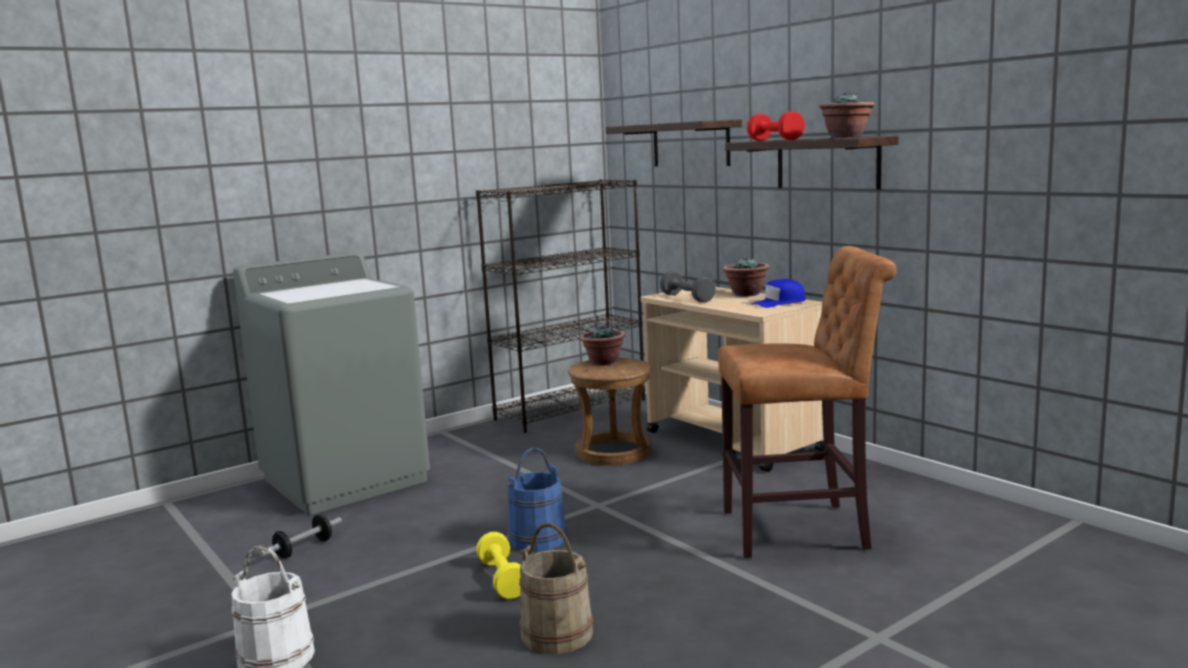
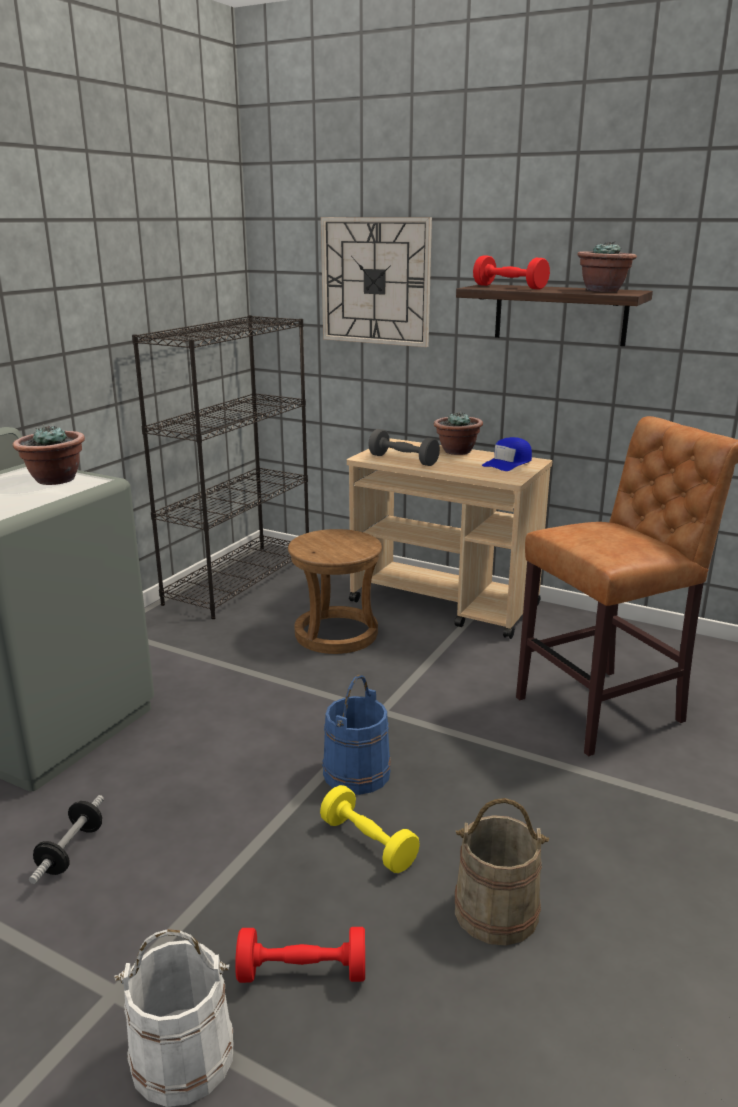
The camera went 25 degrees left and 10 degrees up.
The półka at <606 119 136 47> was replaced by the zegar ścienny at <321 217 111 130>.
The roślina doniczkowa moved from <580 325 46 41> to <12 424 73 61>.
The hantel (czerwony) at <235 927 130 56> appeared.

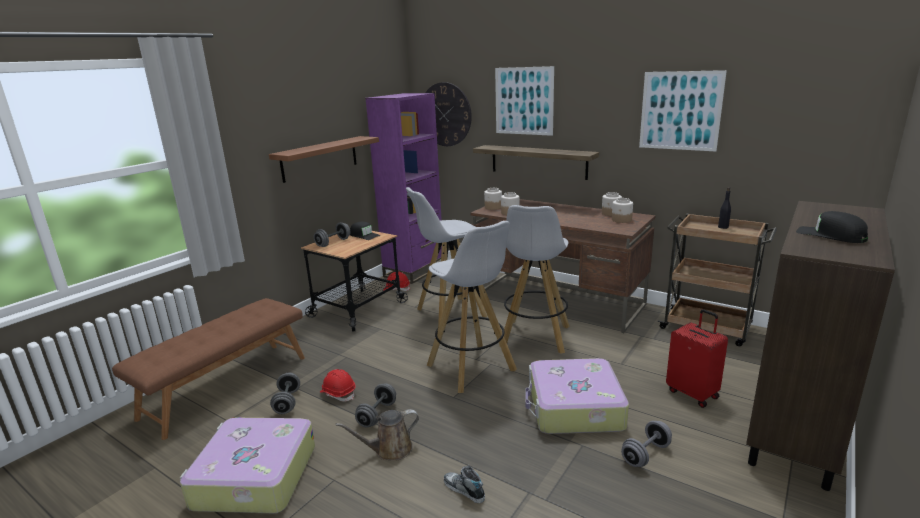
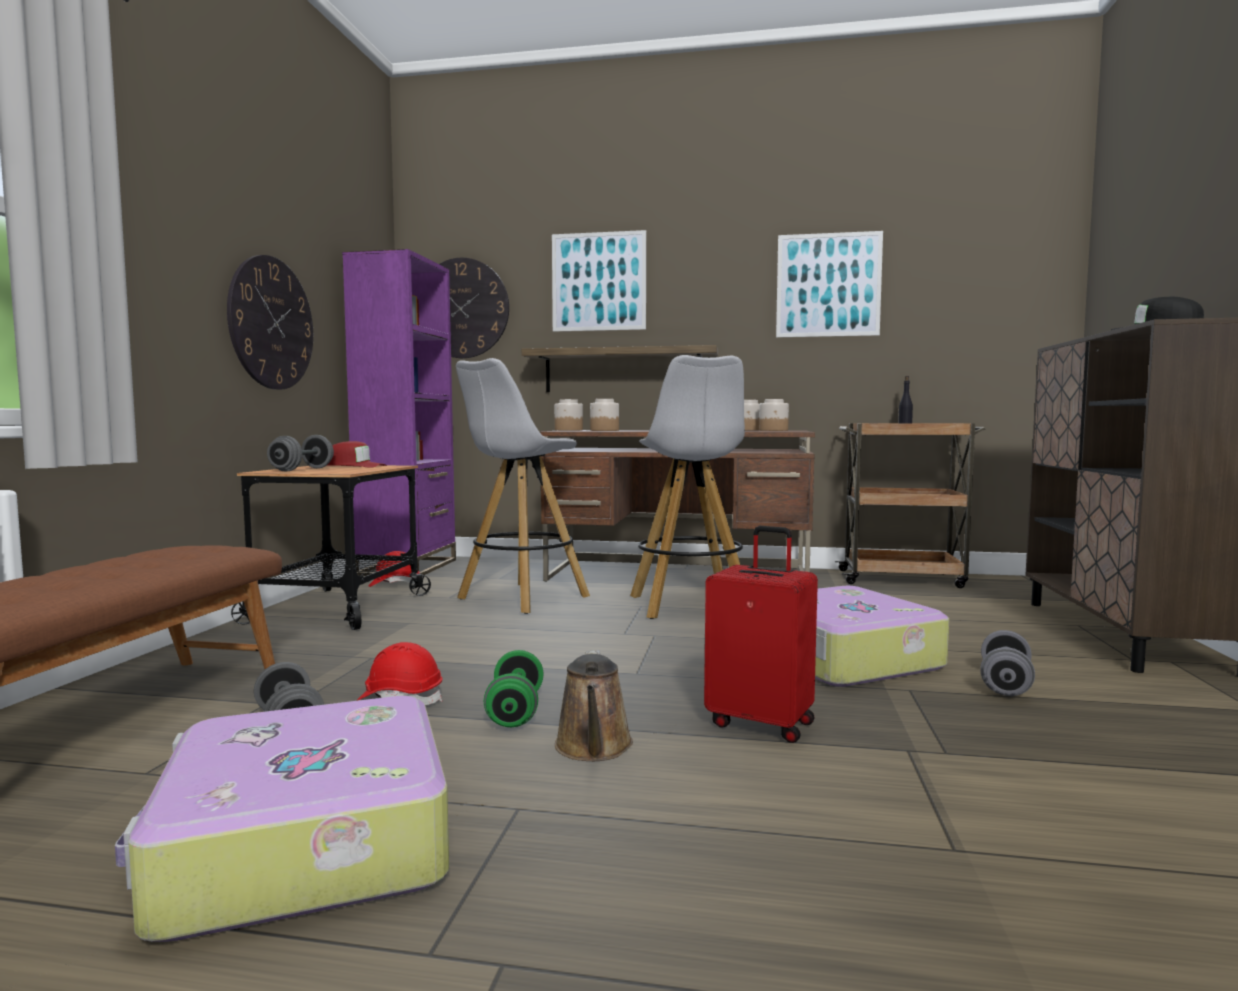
The camera went 25 degrees left and 15 degrees down.
The półka at <269 136 110 47> was replaced by the zegar ścienny at <227 255 86 135>.
The stołek (biały) at <427 221 90 172> disappeared.
The czapka z daszkiem (czarny) at <350 222 30 18> became the czapka z daszkiem (czerwony) at <327 441 60 27>.
The walizka (czerwony) moved from <666 309 62 99> to <704 526 114 217>.
The hantel (szary) at <355 383 41 44> became the hantel (zielony) at <484 650 60 77>.
The konewka (brązowy) at <336 409 83 51> turned 45 degrees counterclockwise.
The but at <444 466 41 37> disappeared.

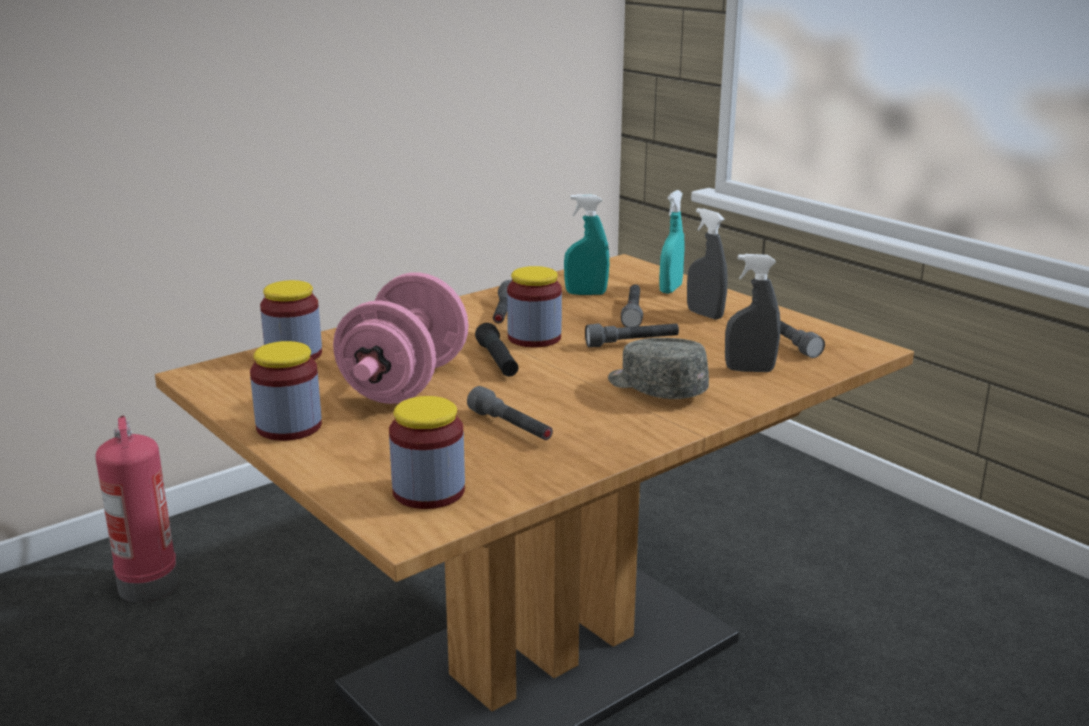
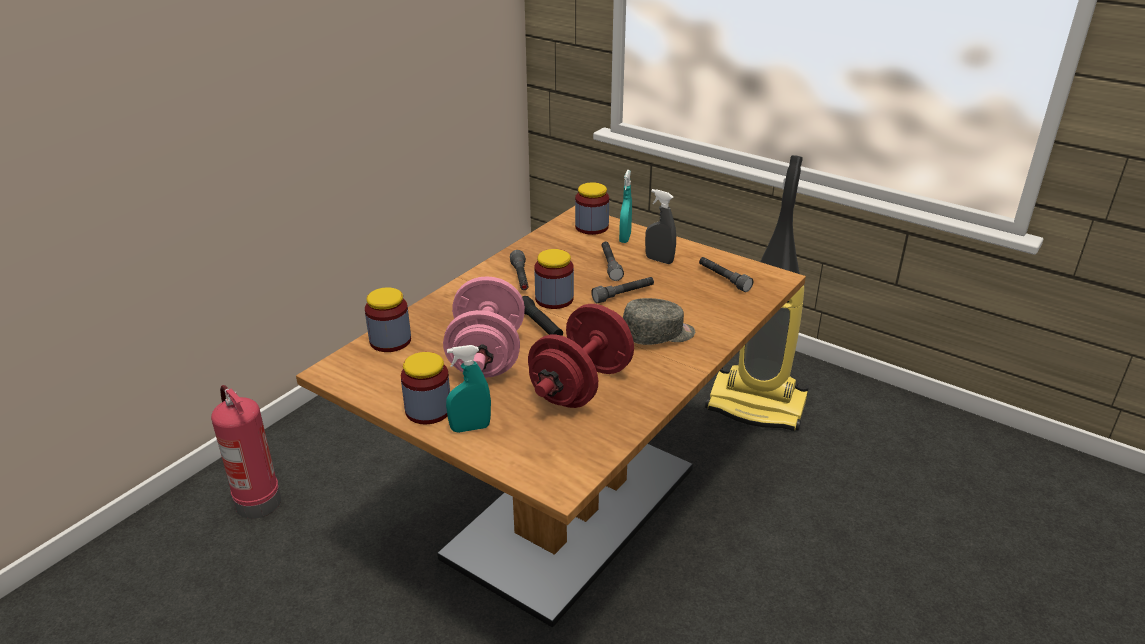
The camera went 15 degrees left and 10 degrees up.
The spryskiwacz (turkusowy) moved from <564 194 45 101> to <446 345 45 88>.
The spryskiwacz (szary) at <725 254 55 118> disappeared.
The czapka z daszkiem (szary) at <608 338 101 61> turned 135 degrees clockwise.
The latarka (szary) at <467 386 86 54> was replaced by the hantel (czerwony) at <528 304 106 104>.
The słoik moved from <389 396 76 113> to <575 182 34 53>.
The odkurzacz at <705 155 104 276> appeared.

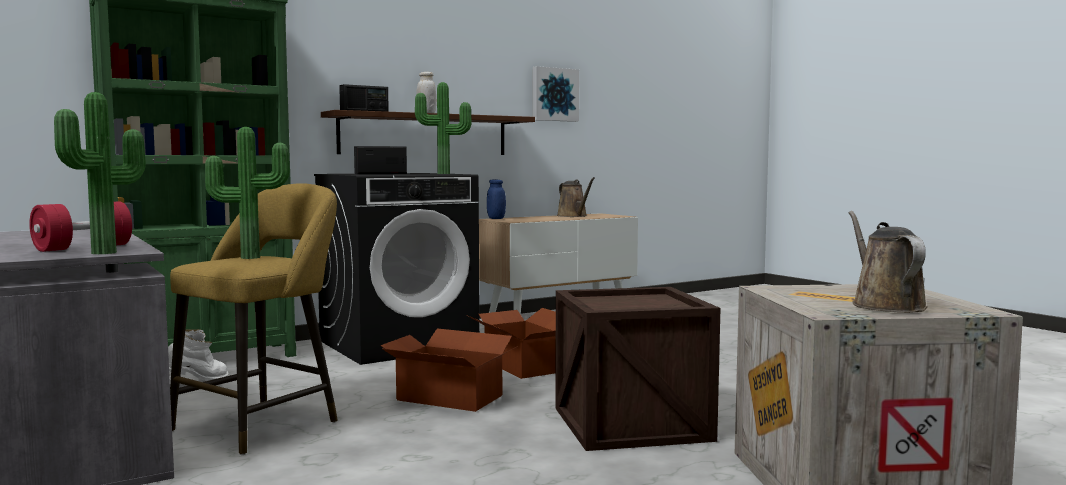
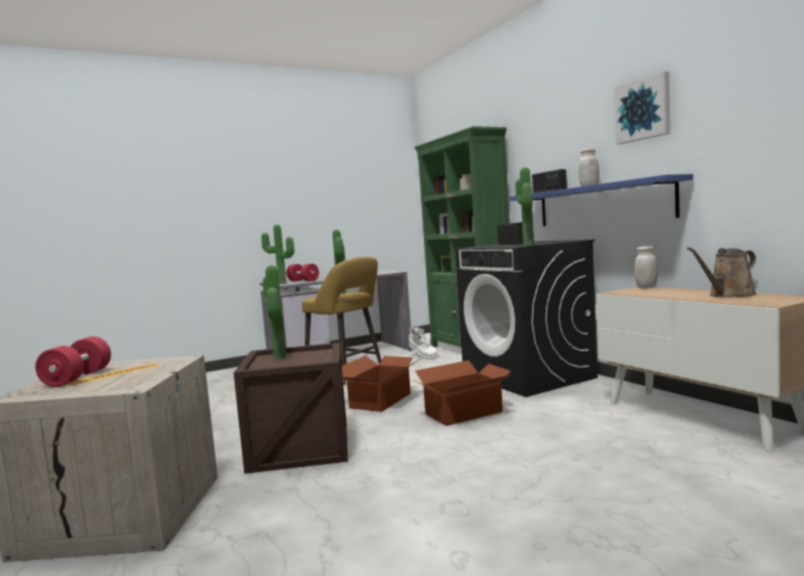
The camera went 95 degrees right and 0 degrees up.
The obraz moved from <533 66 46 56> to <614 71 56 73>.
The półka (brązowy) at <321 110 214 45> became the półka (niebieski) at <510 174 183 52>.
The słoik (niebieski) at <487 179 19 40> became the słoik (biały) at <635 246 23 42>.
The konewka (brązowy) at <849 211 79 102> was replaced by the hantel (czerwony) at <35 336 76 51>.
The roślina doniczkowa at <263 265 24 94> appeared.

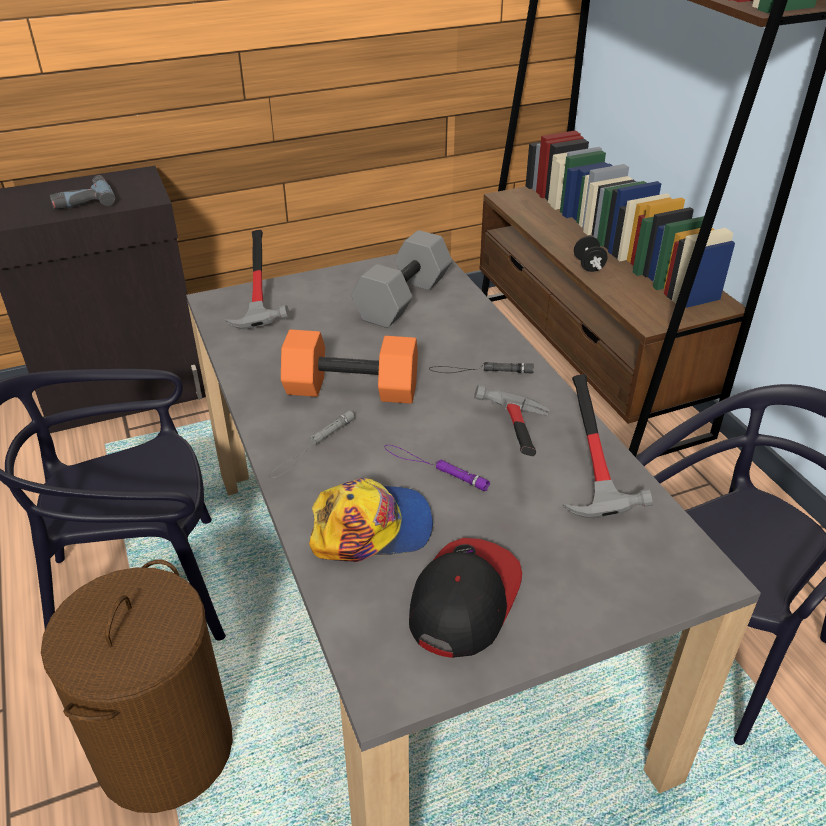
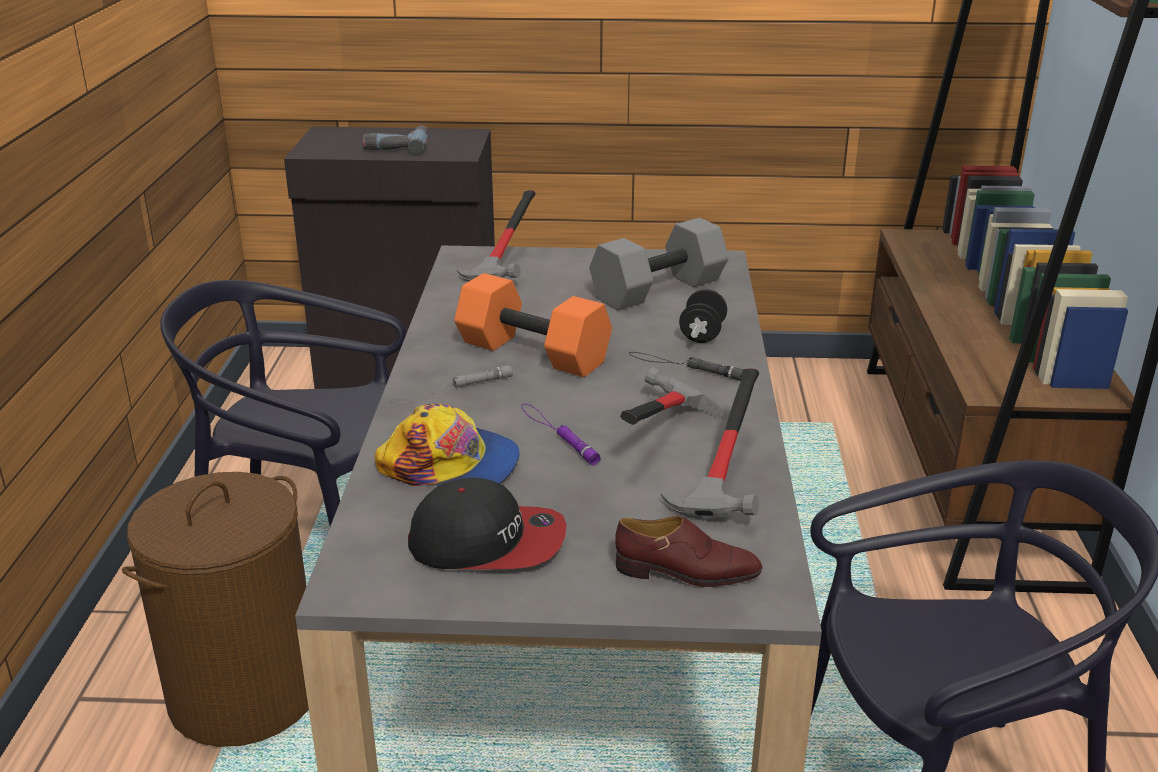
The camera went 25 degrees right and 10 degrees down.
The hantel (czarny) moved from <574 236 34 36> to <679 289 48 54>.
The czapka z daszkiem at <409 538 113 120> turned 45 degrees clockwise.
The but (brązowy) at <615 516 147 71> appeared.

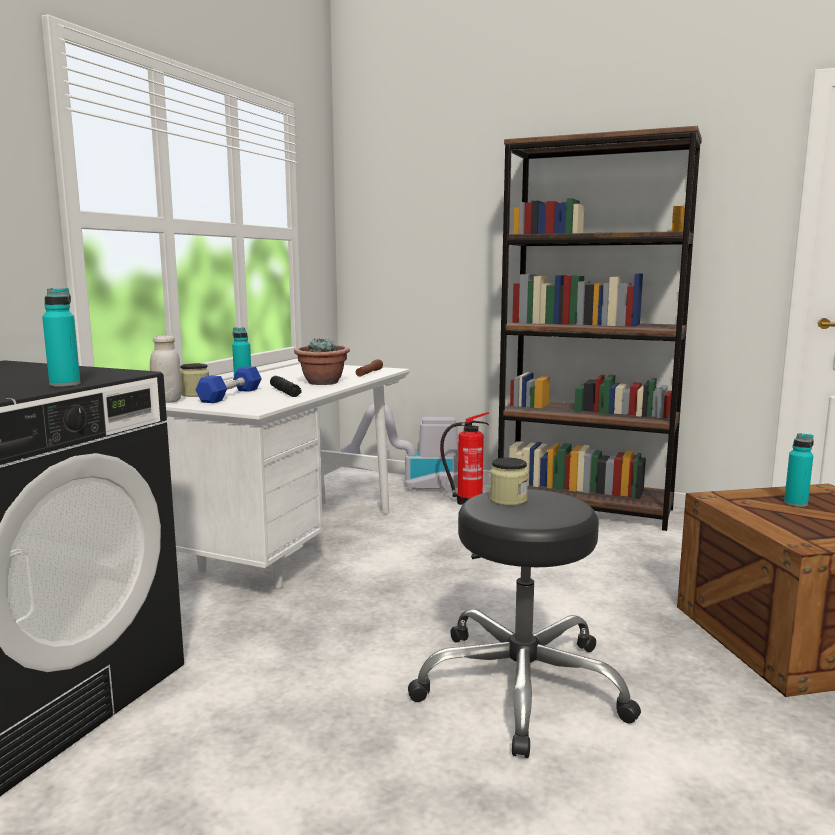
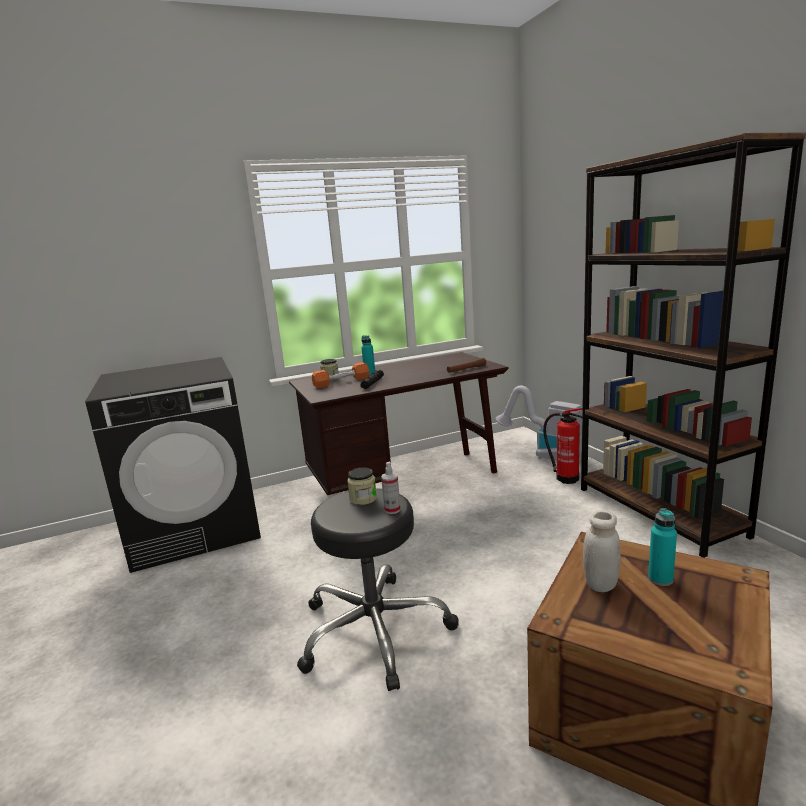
The camera went 45 degrees right and 5 degrees up.
The butelka (turkusowy) at <42 288 39 99> disappeared.
The słoik (biały) moved from <150 335 32 68> to <583 510 38 82>.
The roślina doniczkowa at <294 338 56 47> disappeared.
The biurko (biały) at <162 364 248 225> became the biurko (brązowy) at <289 352 220 143>.
The hantel (niebieski) at <196 366 66 37> became the hantel (pomarańczowy) at <312 362 57 26>.
The spryskiwacz at <381 462 20 52> appeared.

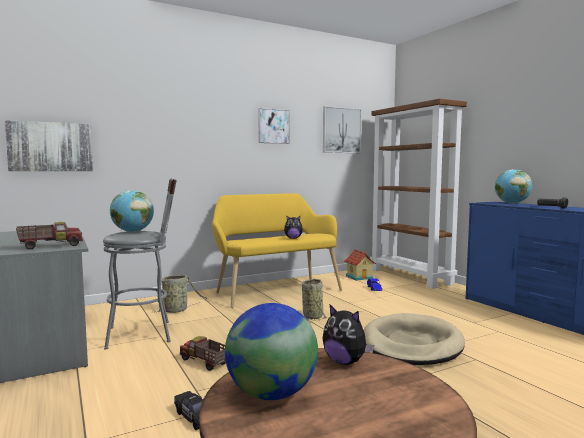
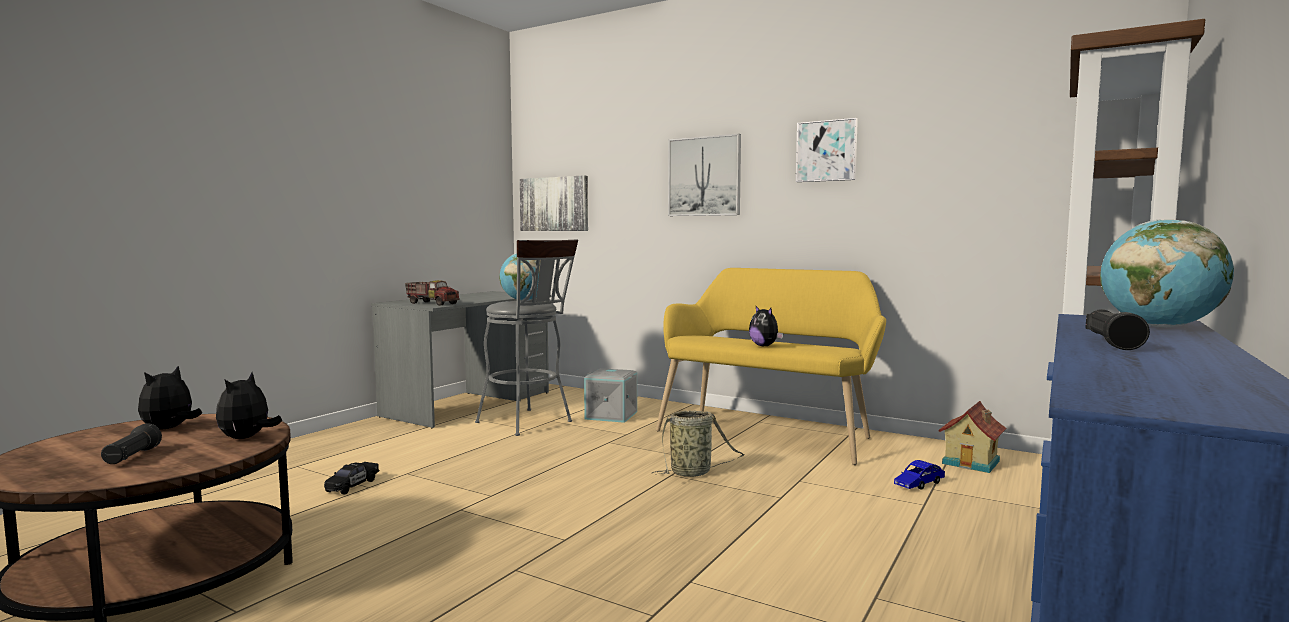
The camera went 60 degrees right and 0 degrees up.
The obraz moved from <323 106 39 47> to <668 134 73 82>.
The koszyk at <151 275 56 38> was replaced by the pojemnik do przechowywania (szary) at <584 368 53 55>.
The globus at <225 303 93 97> was replaced by the pluszak at <138 366 64 64>.
The legowisko (beżowy) at <364 313 101 52> disappeared.
The ciężarówka zabawkowa at <180 336 46 35> disappeared.
The latarka (czarny) at <101 423 61 41> appeared.

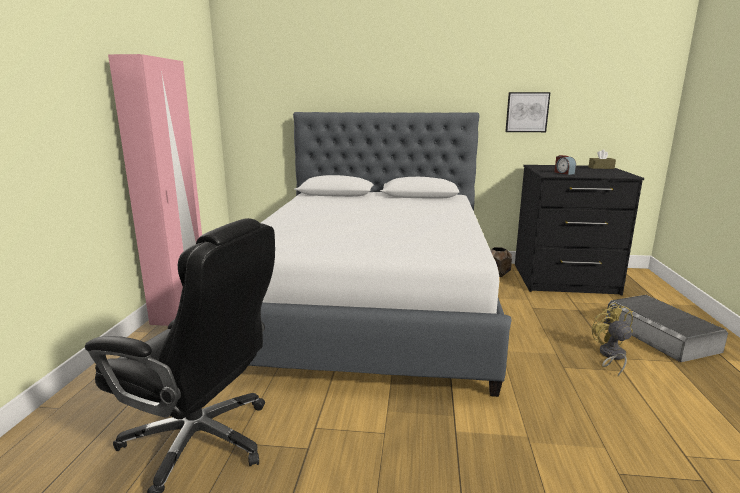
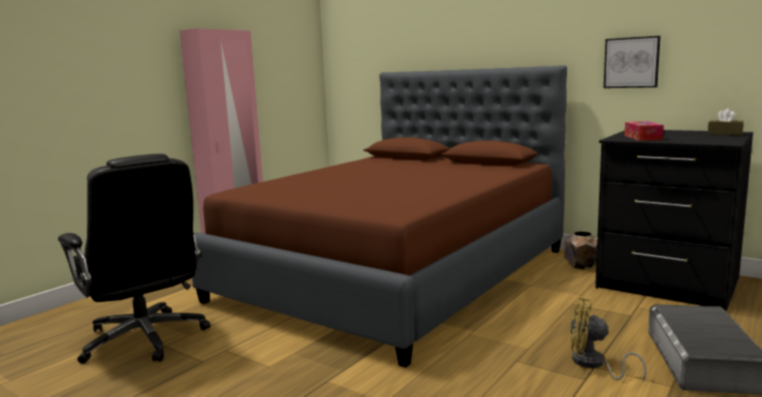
The camera went 30 degrees right and 5 degrees down.
The łóżko (biały) at <248 112 264 285> became the łóżko (brązowy) at <192 65 375 303>.
The budzik at <554 155 22 20> was replaced by the pudełko chusteczek at <624 121 40 20>.
The wentylator (żółty) at <592 302 41 74> turned 90 degrees counterclockwise.

